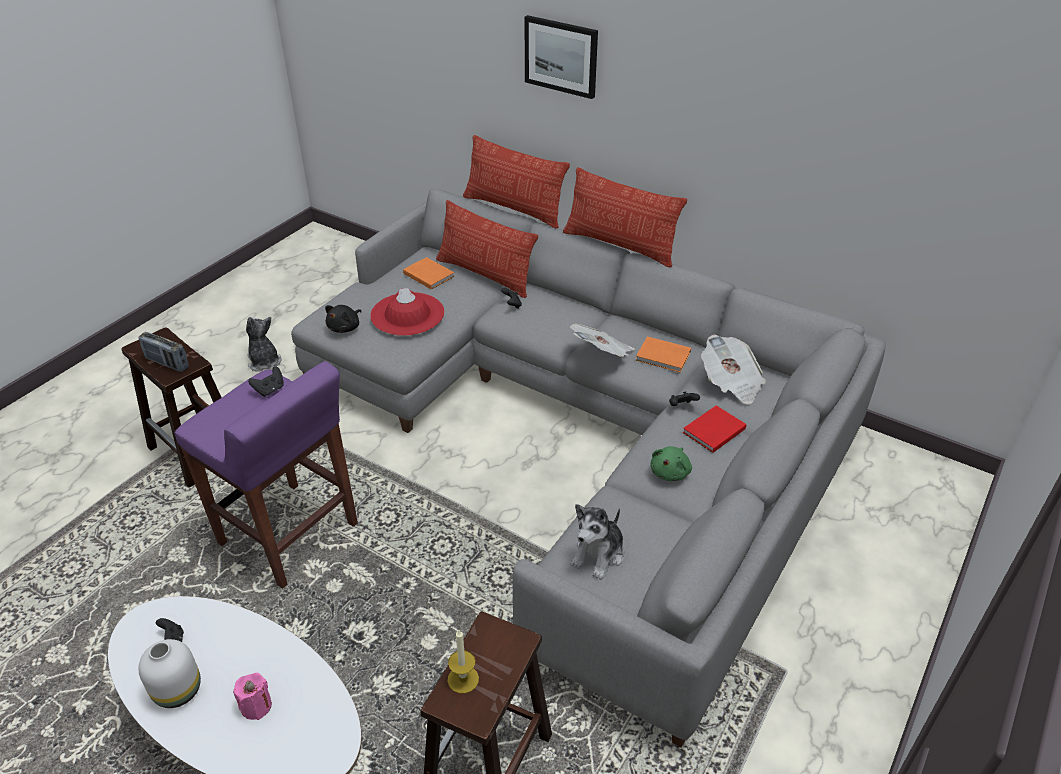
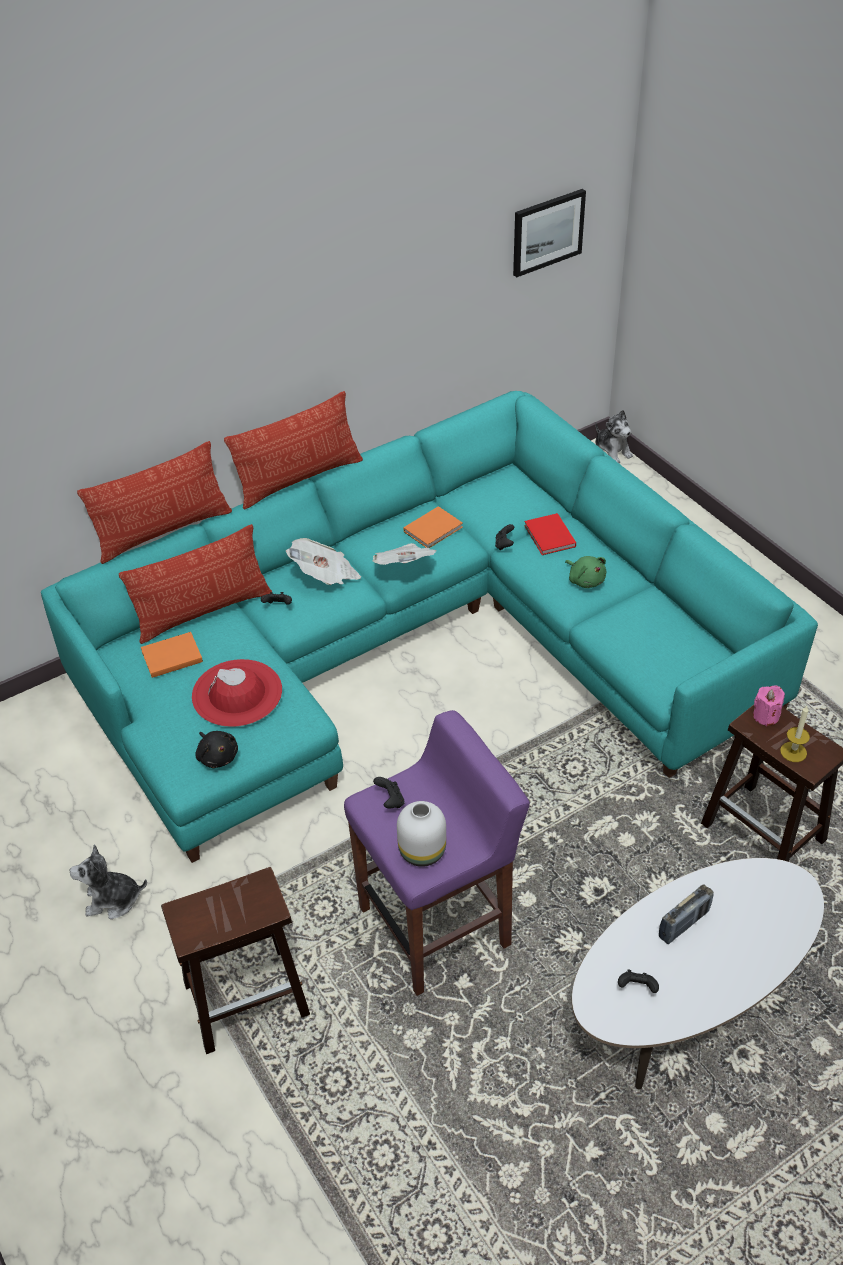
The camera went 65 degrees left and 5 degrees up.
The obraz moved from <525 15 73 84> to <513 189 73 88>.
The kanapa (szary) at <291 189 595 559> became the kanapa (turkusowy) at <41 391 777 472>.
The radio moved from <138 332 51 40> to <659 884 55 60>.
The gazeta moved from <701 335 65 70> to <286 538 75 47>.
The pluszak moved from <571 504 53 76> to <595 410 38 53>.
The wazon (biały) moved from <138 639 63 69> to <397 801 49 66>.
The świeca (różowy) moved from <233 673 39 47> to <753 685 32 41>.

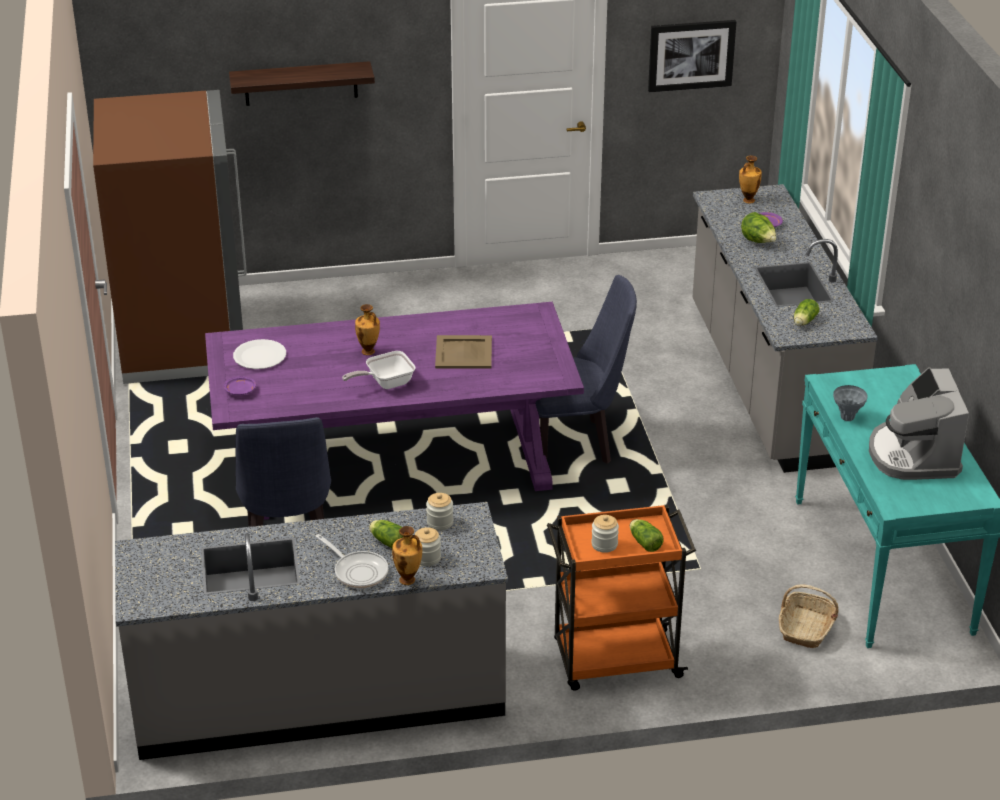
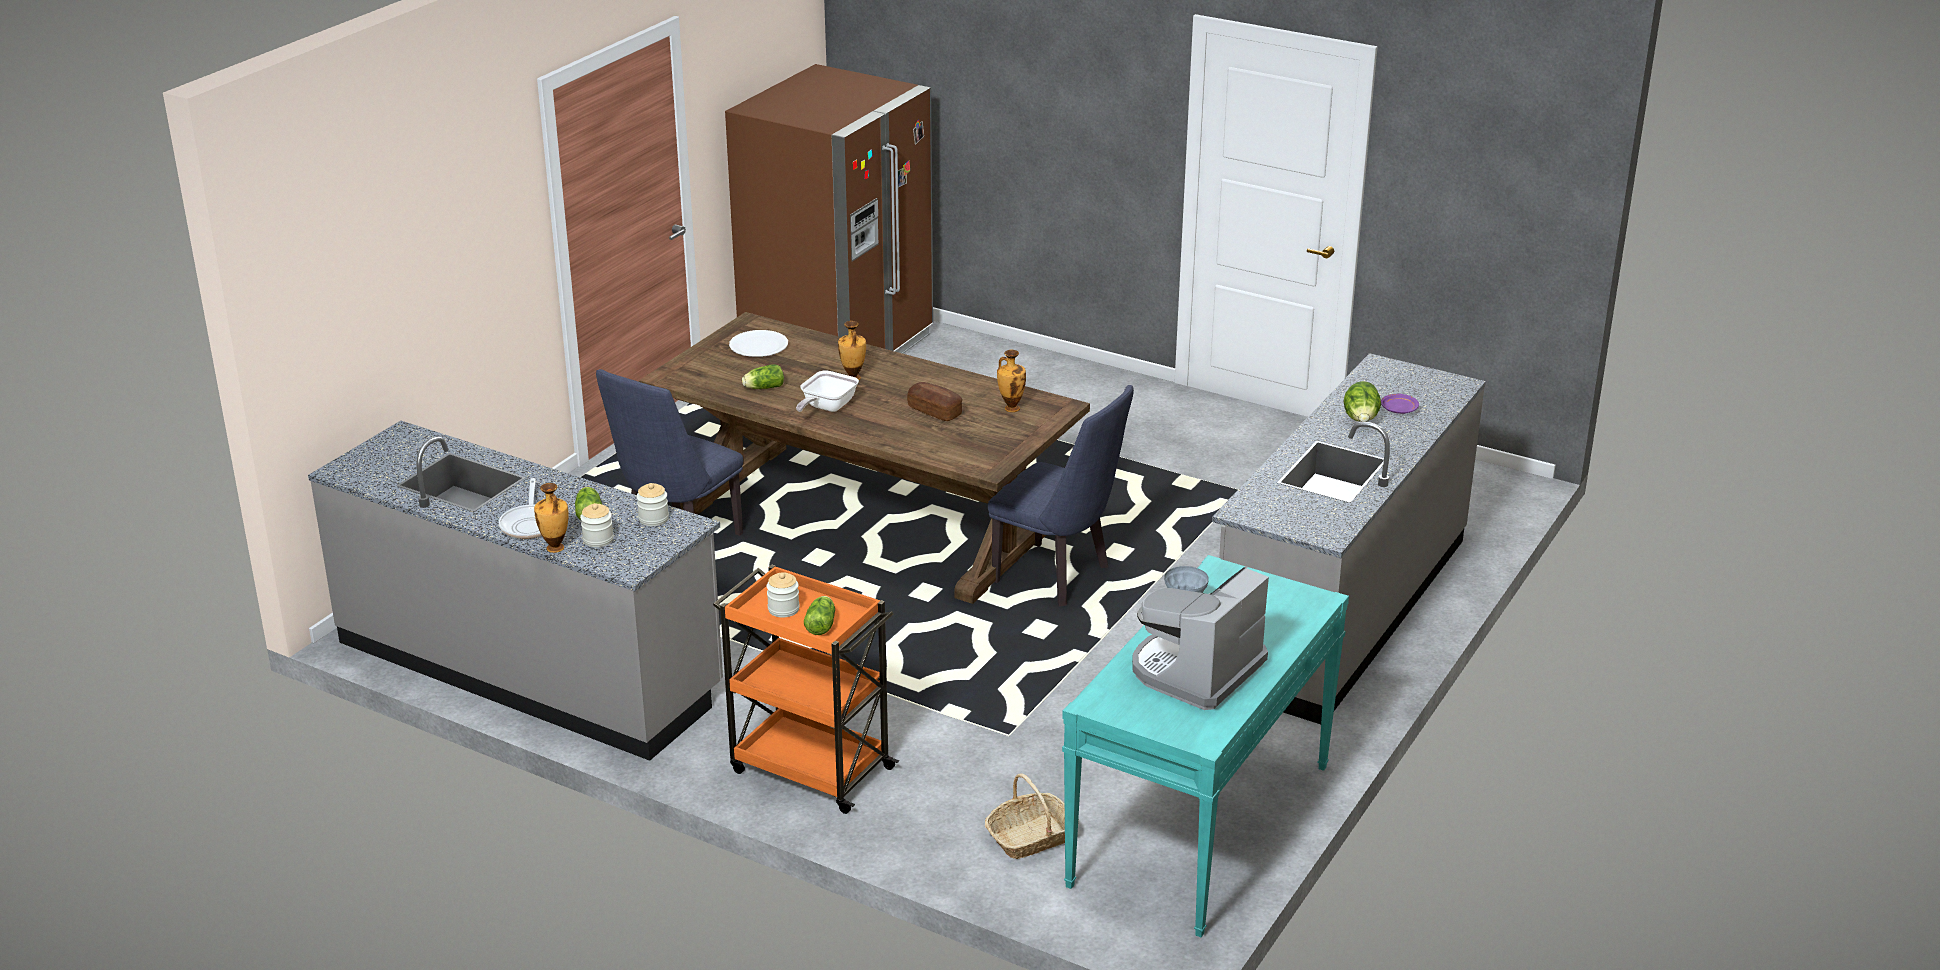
The camera went 40 degrees right and 5 degrees down.
The obraz at <648 20 88 72> disappeared.
The półka at <229 61 146 45> disappeared.
The wazon moved from <739 156 23 47> to <997 350 29 62>.
The sałata moved from <794 299 25 27> to <742 364 42 25>.
The stół jadalny (fioletowy) at <205 302 379 218> became the stół jadalny (brązowy) at <639 312 451 292>.
The taca (beżowy) at <435 335 57 34> was replaced by the chleb at <907 382 56 39>.
The patelnia at <342 351 74 38> turned 75 degrees counterclockwise.
The talerz (fioletowy) at <224 377 32 18> disappeared.

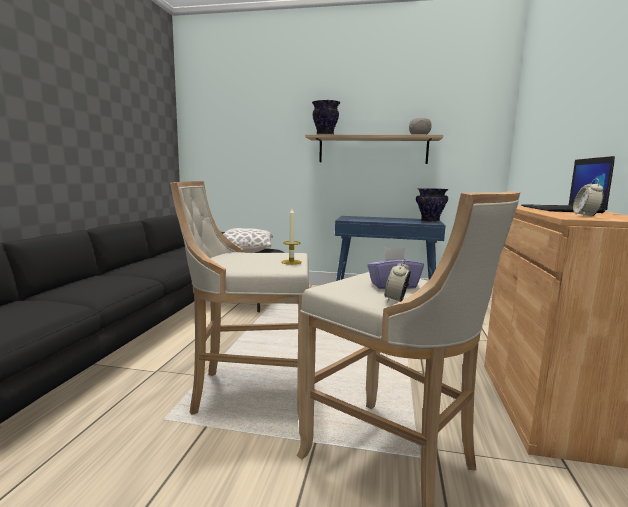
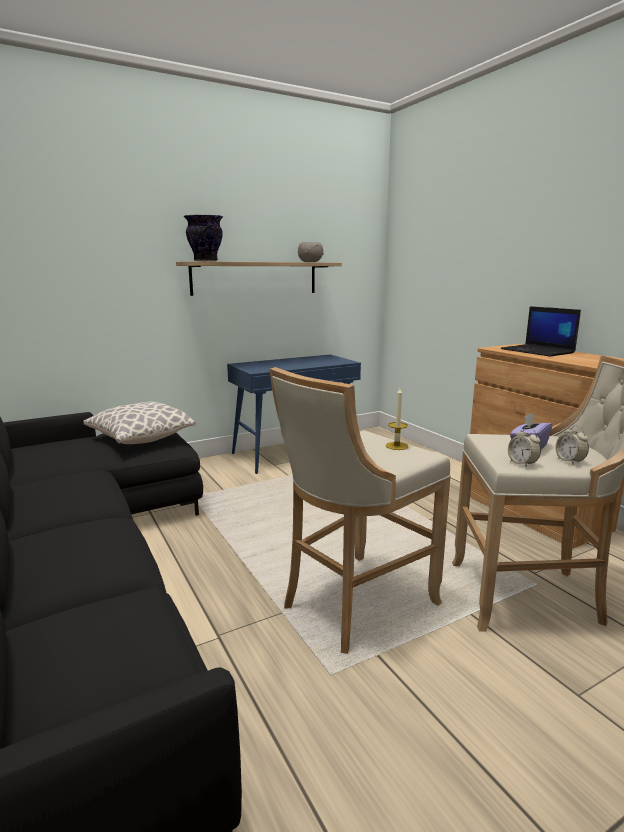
The camera went 40 degrees left and 5 degrees up.
The budzik moved from <573 179 31 37> to <508 427 33 41>.
The wazon at <416 188 32 34> disappeared.

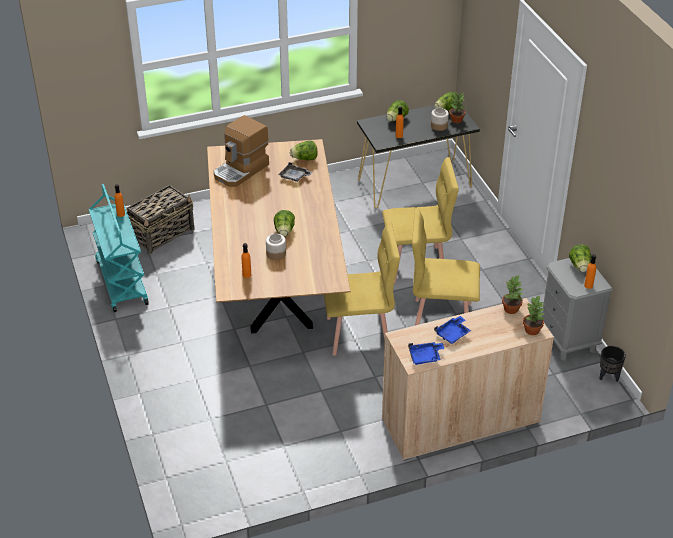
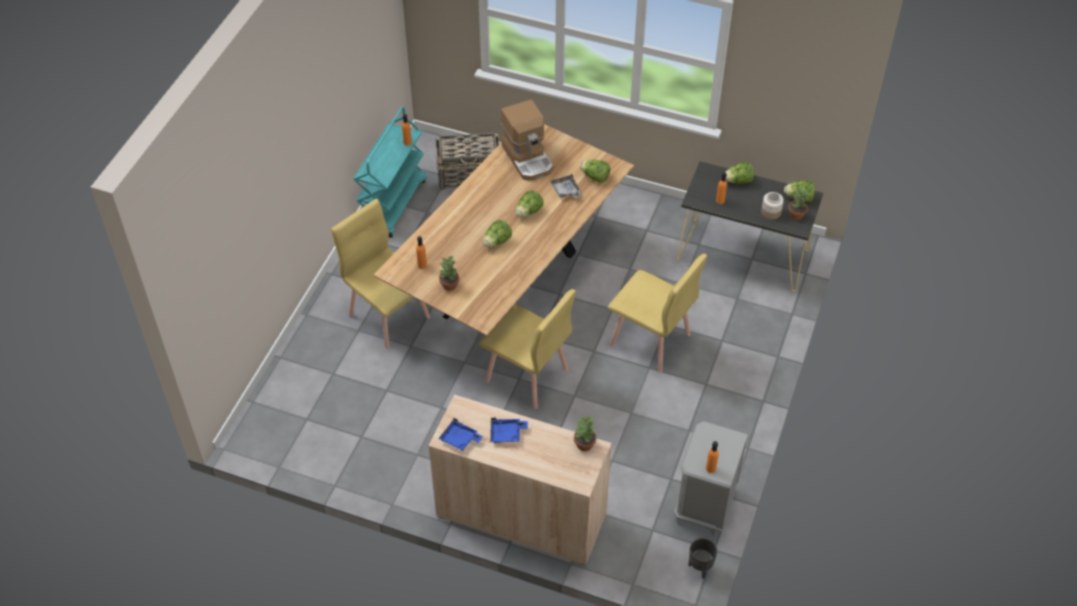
The camera went 40 degrees right and 10 degrees up.
The ekspres do kawy at <214 115 55 72> turned 105 degrees counterclockwise.
The krzesło (żółty) moved from <412 209 68 117> to <331 199 99 150>.
The słoik at <266 234 20 26> disappeared.
The sałata moved from <569 244 22 28> to <515 190 29 27>.
The roślina doniczkowa moved from <523 296 22 39> to <439 256 21 35>.

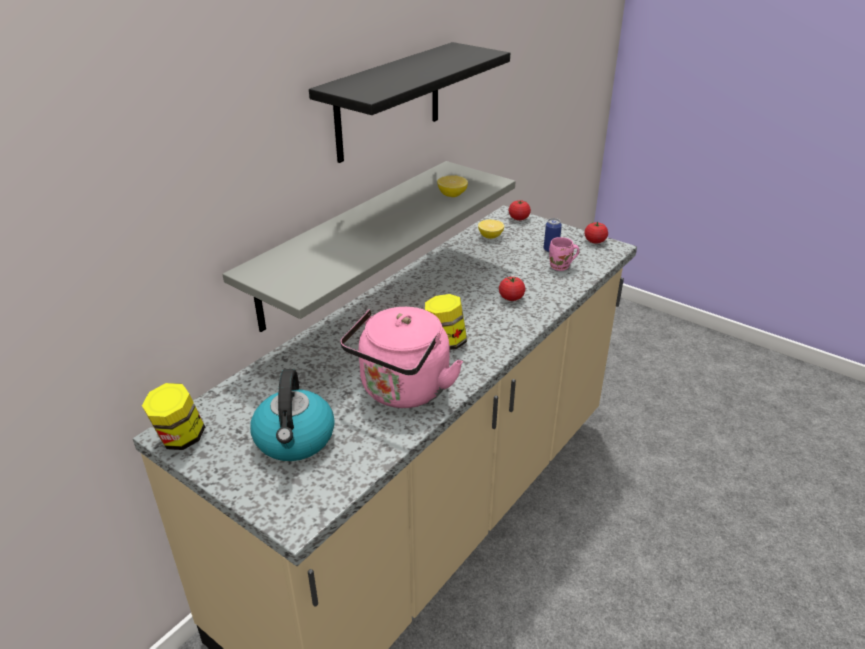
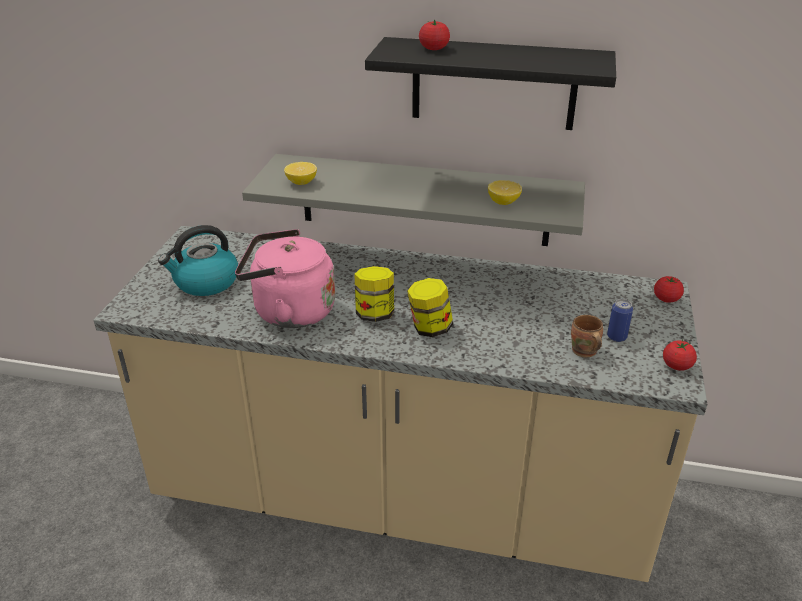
The camera went 65 degrees right and 0 degrees up.
The cytryna moved from <478 220 26 19> to <284 162 33 23>.
The kubek (różowy) at <549 237 31 34> became the kubek (brązowy) at <571 315 32 42>.
The pomidor moved from <499 277 26 24> to <419 20 31 30>.
The słoik moved from <142 383 63 67> to <407 278 46 59>.

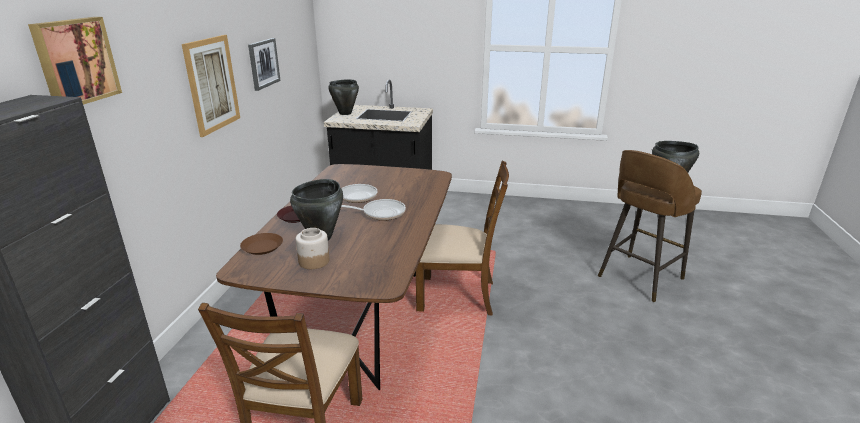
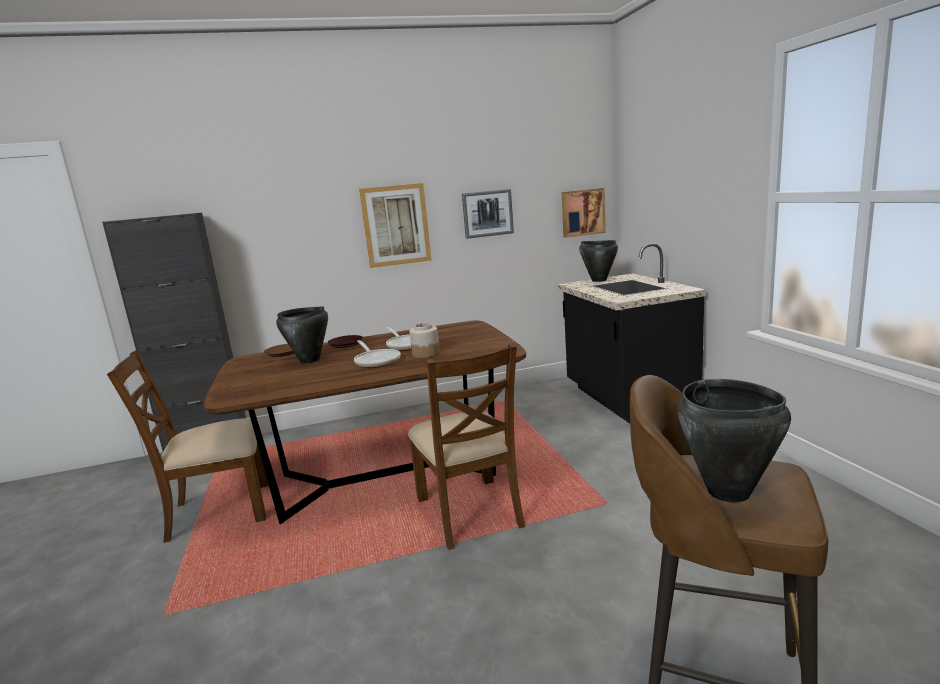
The camera went 65 degrees right and 10 degrees down.
The obraz moved from <28 17 94 88> to <562 188 44 50>.
The słoik moved from <296 228 34 41> to <409 323 31 35>.

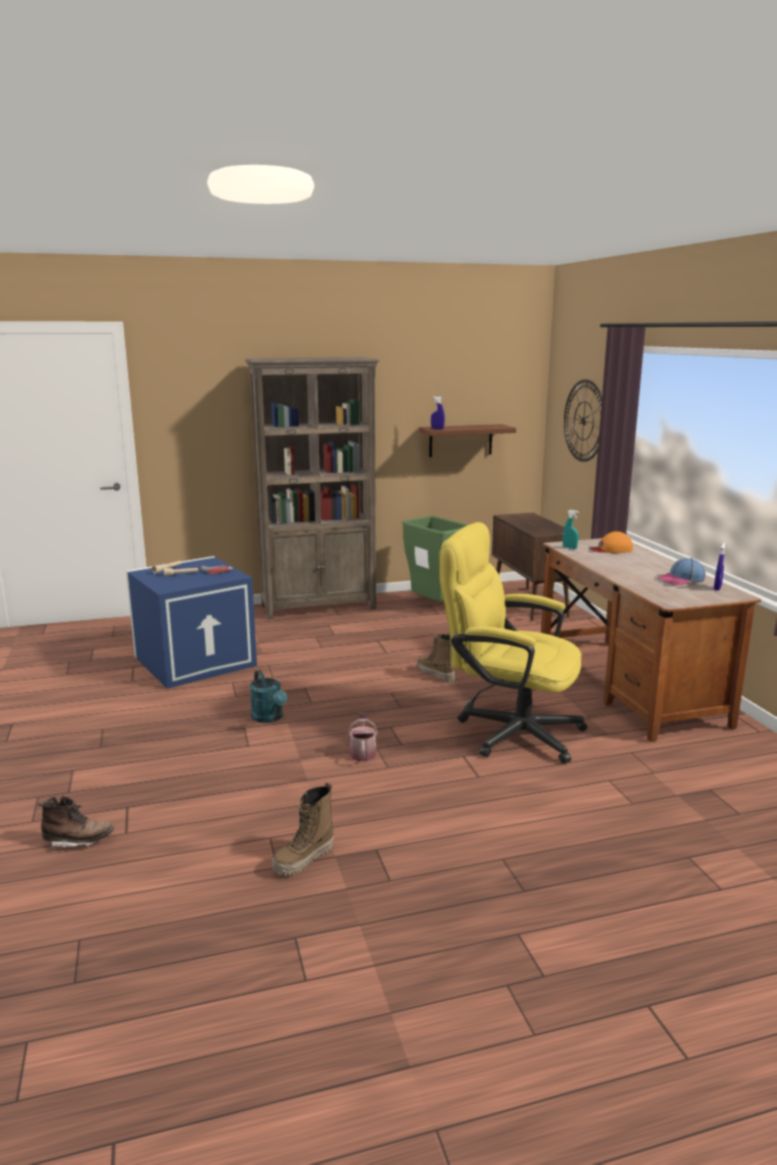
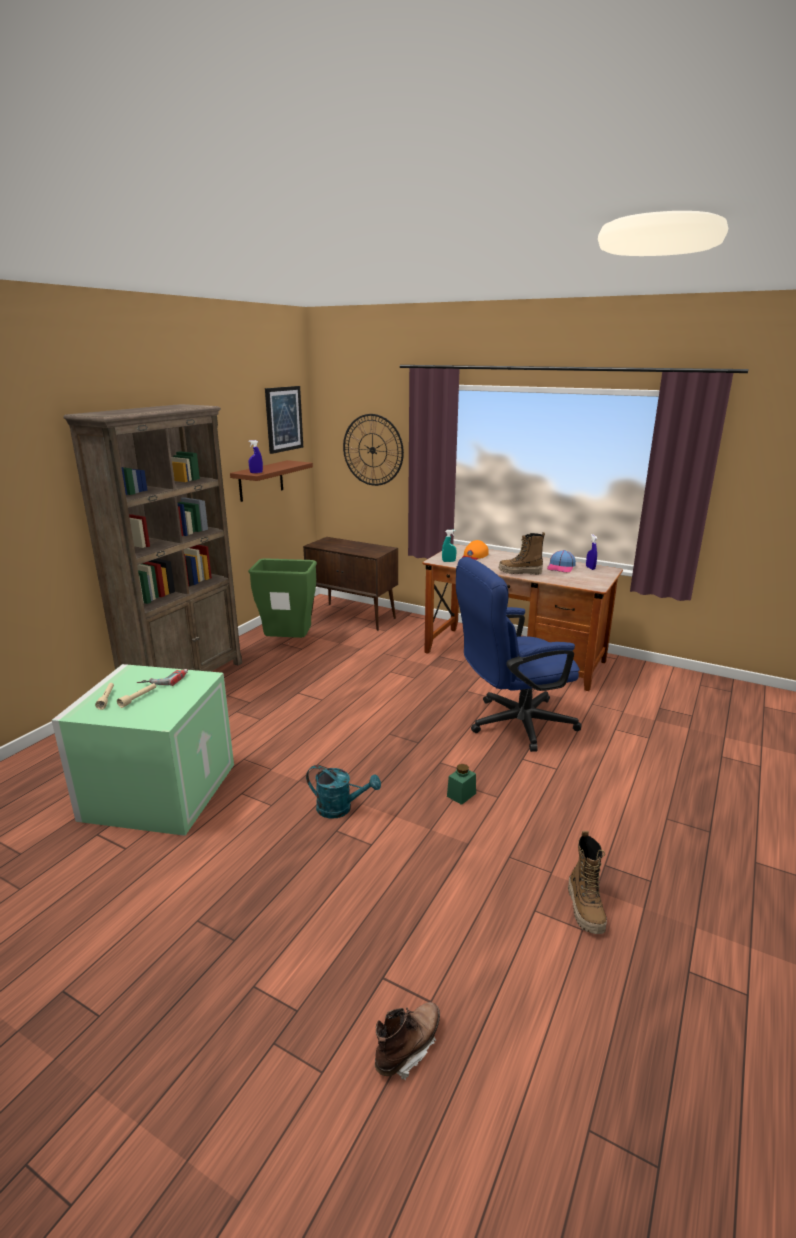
The camera went 45 degrees left and 5 degrees up.
The krzesło biurowe (żółty) at <439 522 149 241> became the krzesło biurowe (niebieski) at <456 557 126 195>.
The pojemnik do przechowywania (niebieski) at <126 556 131 133> became the pojemnik do przechowywania (zielony) at <51 664 183 172>.
The but z cholewką moved from <417 634 38 49> to <499 532 46 43>.
The konewka at <348 713 30 48> was replaced by the słoik (zielony) at <447 764 29 41>.
The obraz at <265 386 38 68> appeared.

